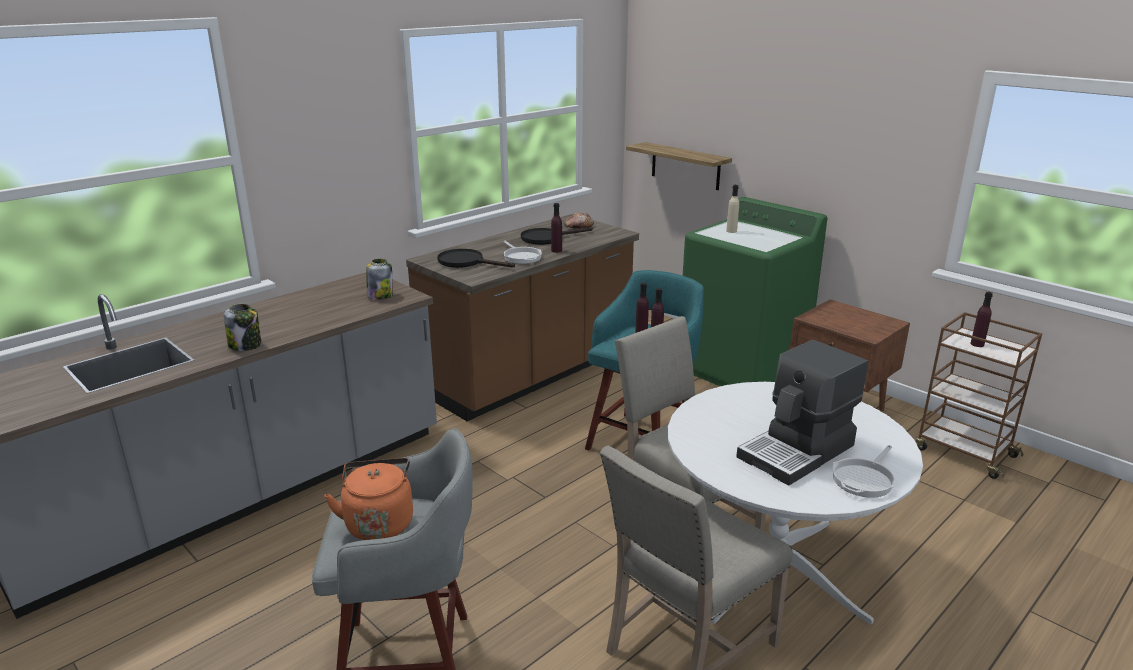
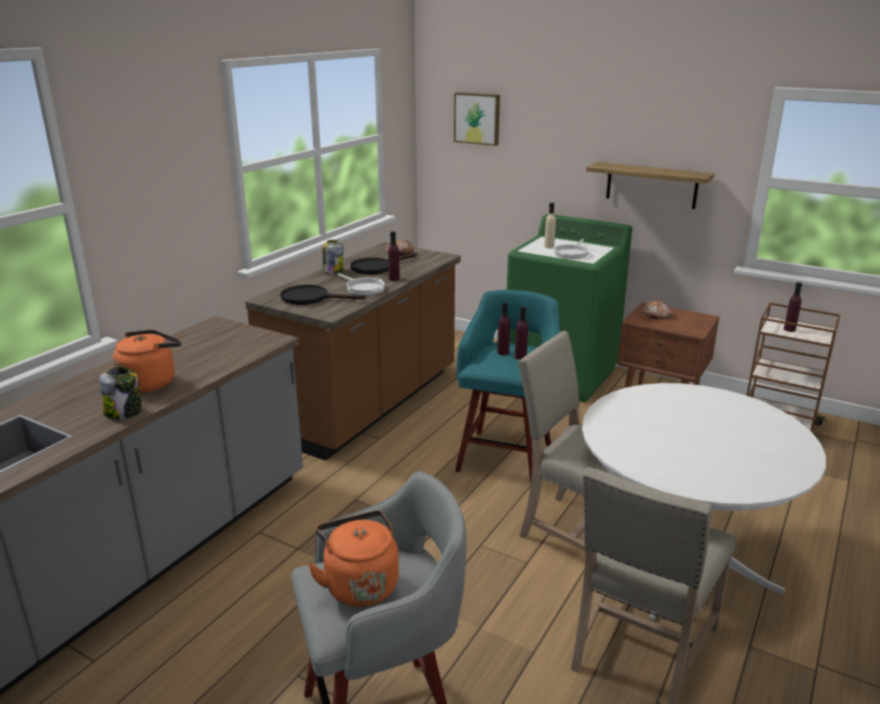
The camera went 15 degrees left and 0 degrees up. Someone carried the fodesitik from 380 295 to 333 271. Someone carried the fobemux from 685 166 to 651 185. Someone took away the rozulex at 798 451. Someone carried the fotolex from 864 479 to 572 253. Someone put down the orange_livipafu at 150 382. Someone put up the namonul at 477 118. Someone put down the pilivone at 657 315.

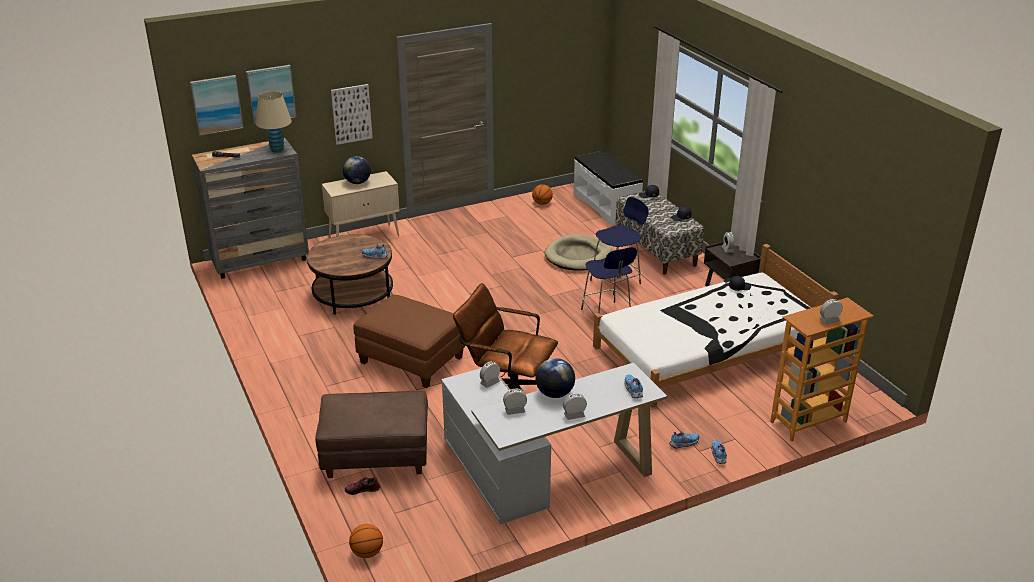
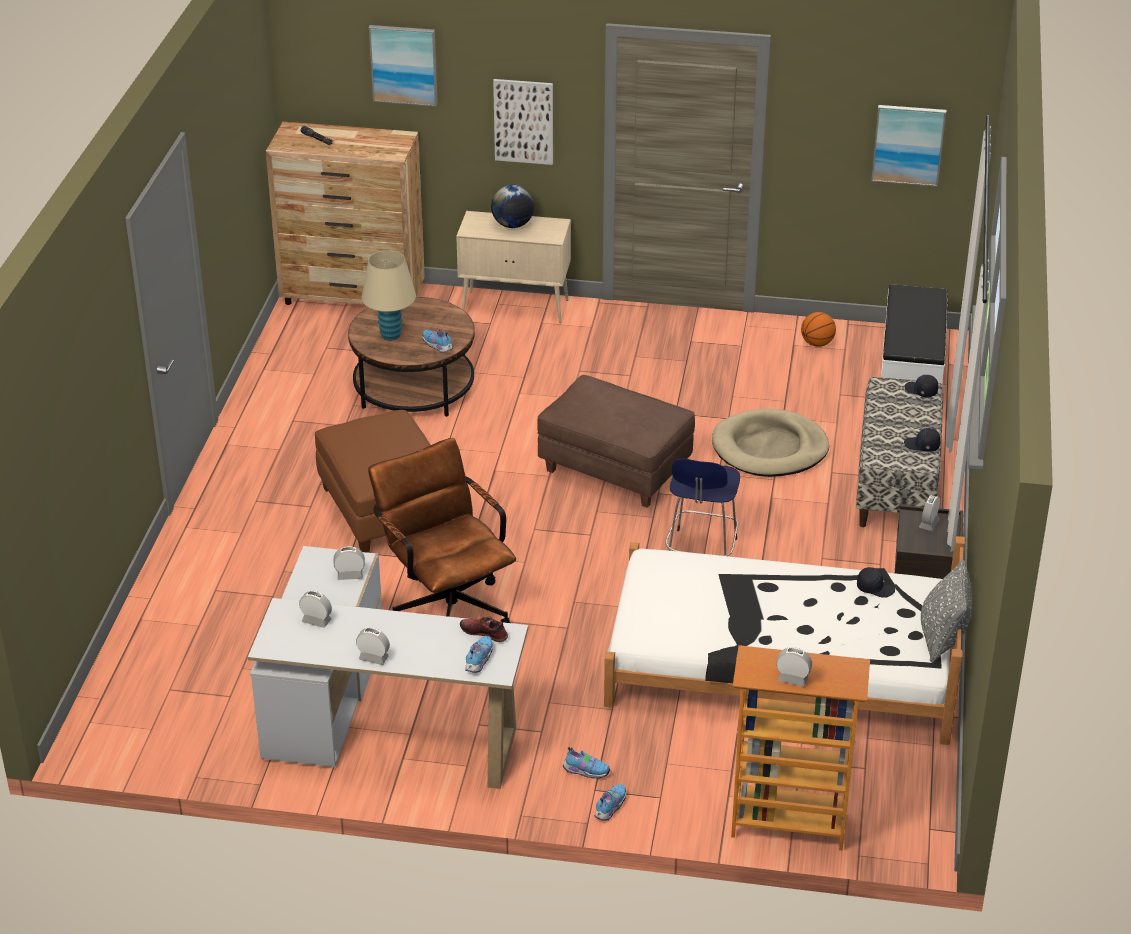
The camera went 35 degrees right and 5 degrees up. Someone carried the namonul from 216 104 to 908 144. Someone repainted the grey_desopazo at 260 261, which became the brown_desopazo at 353 296. Someone carried the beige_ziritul from 277 150 to 390 335. Someone carried the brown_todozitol from 376 457 to 615 471. Someone carried the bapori from 362 489 to 484 633. Someone took away the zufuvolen at 367 553. Someone took away the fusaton at 554 394. Someone took away the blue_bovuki at 616 281. Someone put down the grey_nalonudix at 942 638.

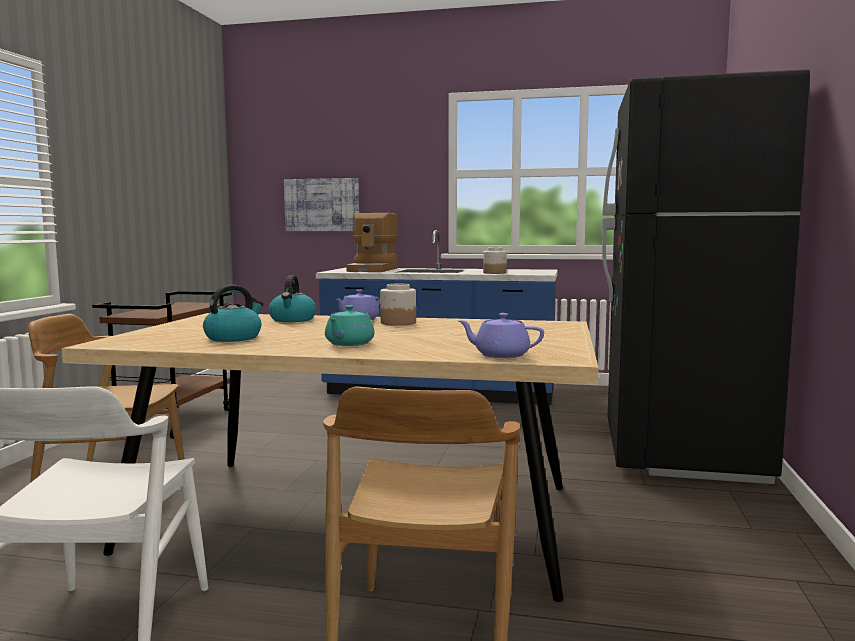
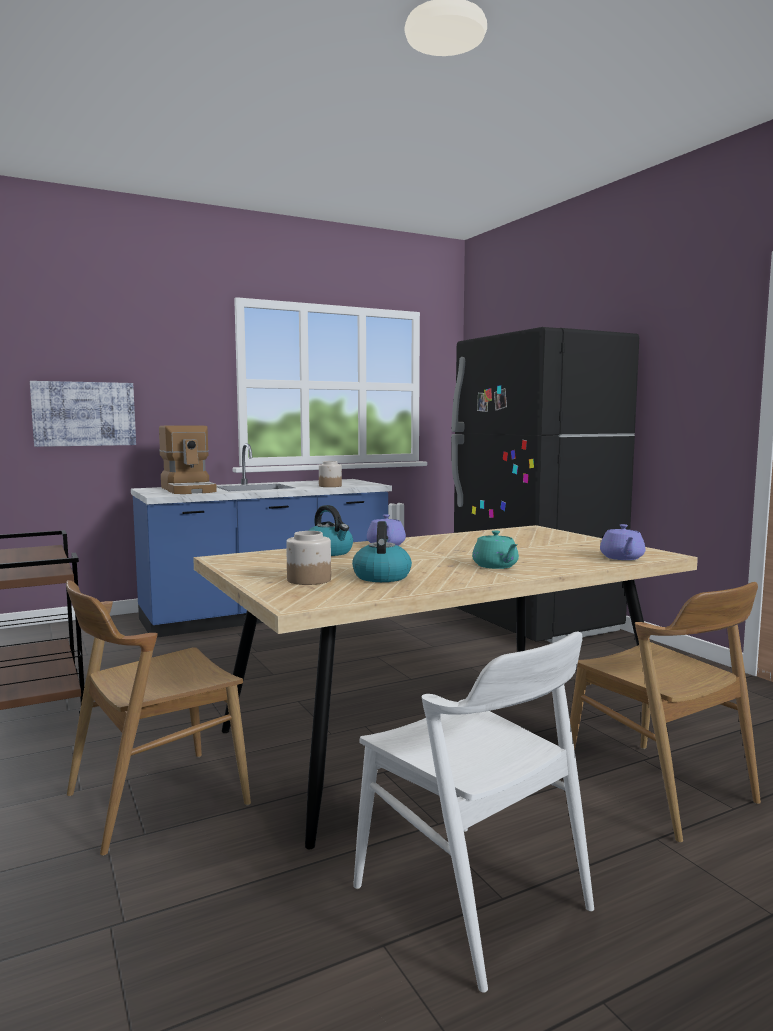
The camera went 40 degrees left and 0 degrees up. Someone carried the fodesitik from 397 323 to 308 580. Someone rotated the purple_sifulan at 500 355 by 60 degrees counterclockwise.

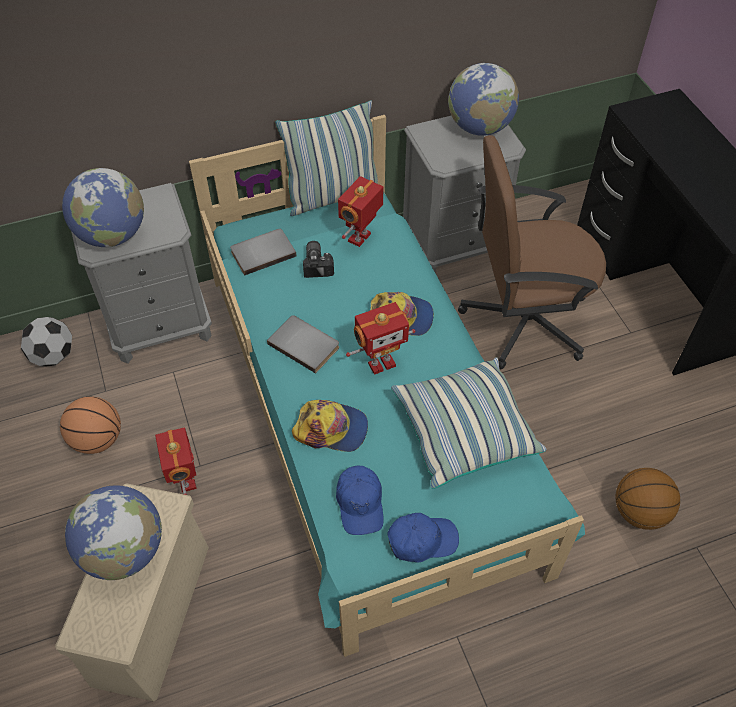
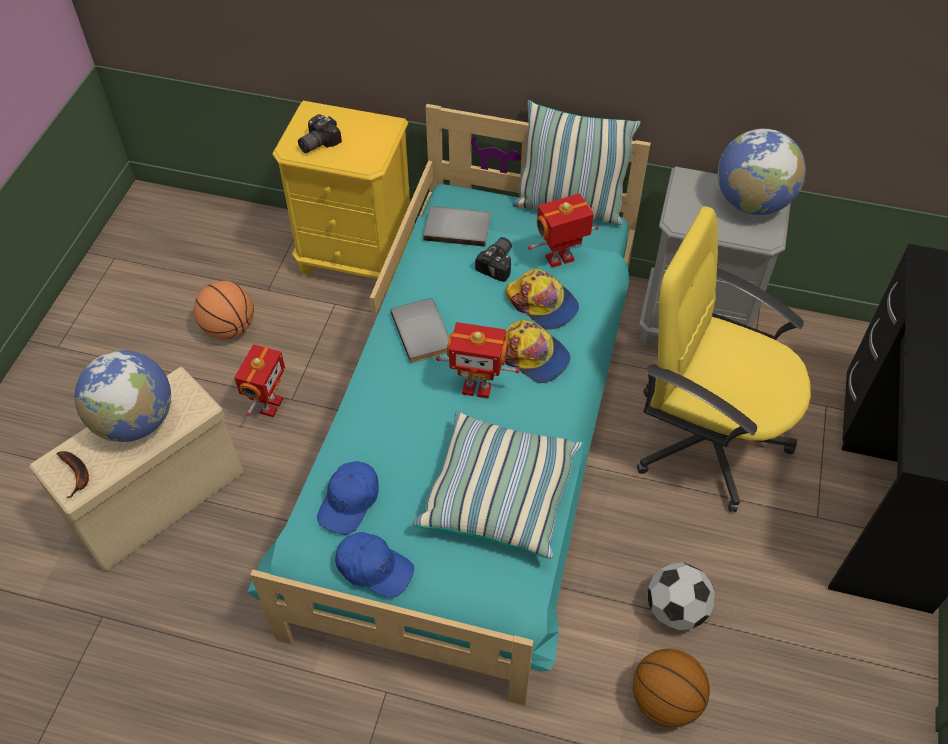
The camera went 35 degrees right and 0 degrees up. Someone carried the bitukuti from 53 356 to 676 609. Someone swapped the fusaton at 112 235 for the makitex at 317 142. Someone repainted the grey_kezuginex at 161 326, which became the yellow_kezuginex at 356 258. Someone carried the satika from 331 429 to 543 303. Someone repainted the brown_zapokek at 523 320, which became the yellow_zapokek at 705 438. Someone put down the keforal at 77 474.

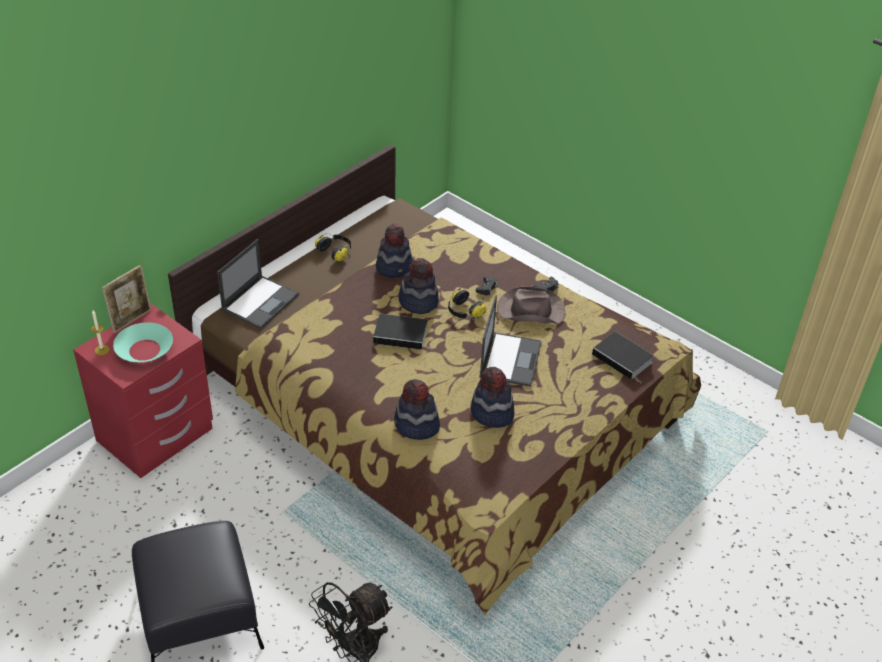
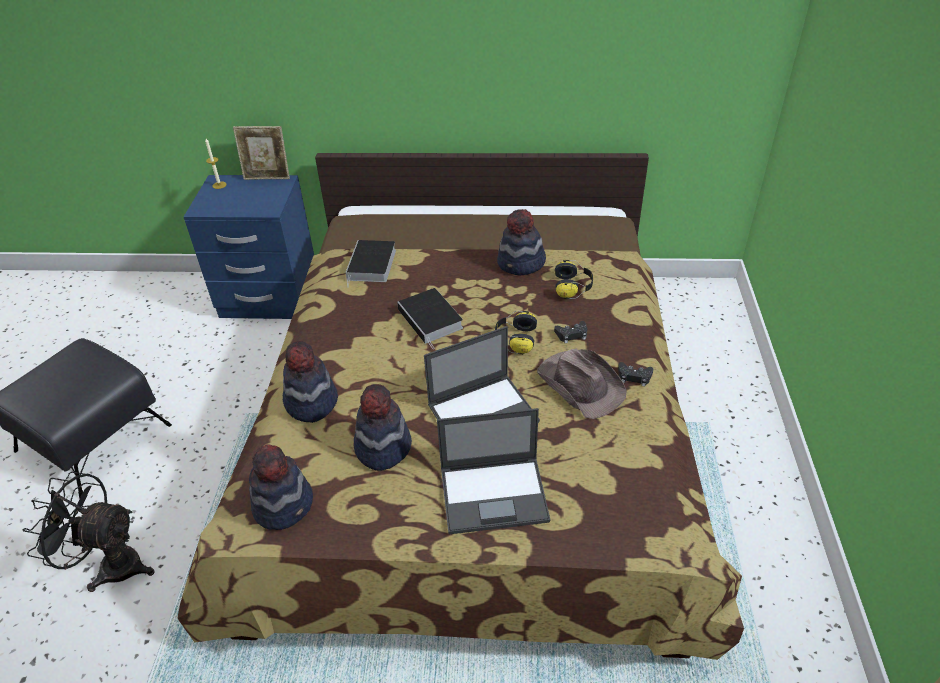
The camera went 55 degrees right and 0 degrees up. Someone repainted the red_kezuginex at 156 436, which became the blue_kezuginex at 269 298. Someone took away the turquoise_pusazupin at 144 350. Someone carried the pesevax from 260 302 to 495 494. Someone carried the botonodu from 336 252 to 573 287. Someone carried the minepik from 418 301 to 284 504. Someone carried the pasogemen from 624 359 to 372 266.

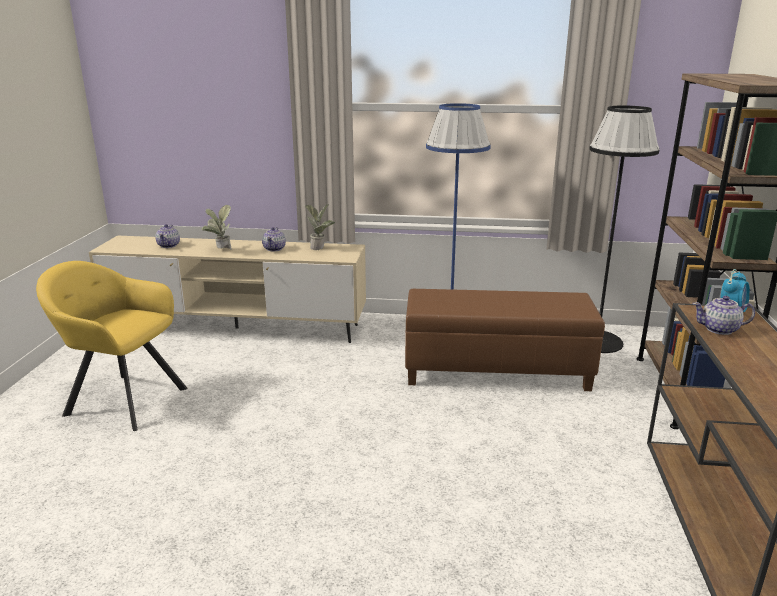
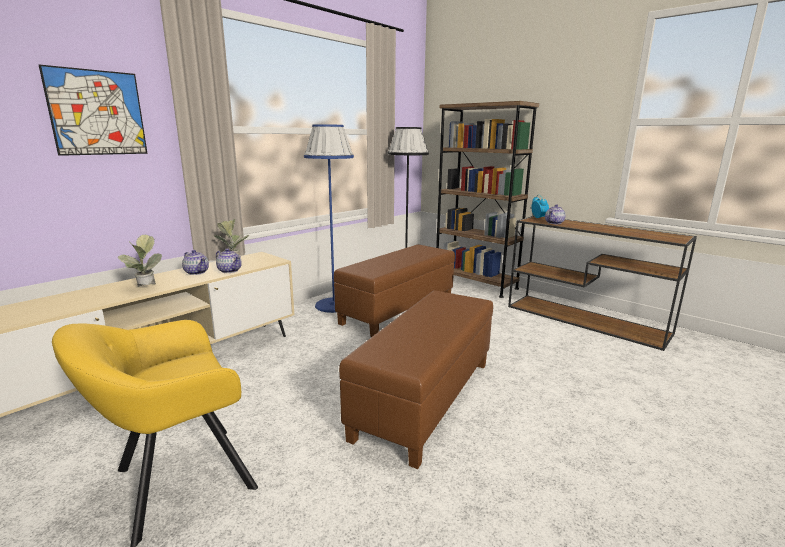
The camera went 55 degrees left and 5 degrees down. Someone carried the sifulan from 169 245 to 229 270. Someone put up the namonul at 97 113. Someone put down the brown_todozitol at 425 397.

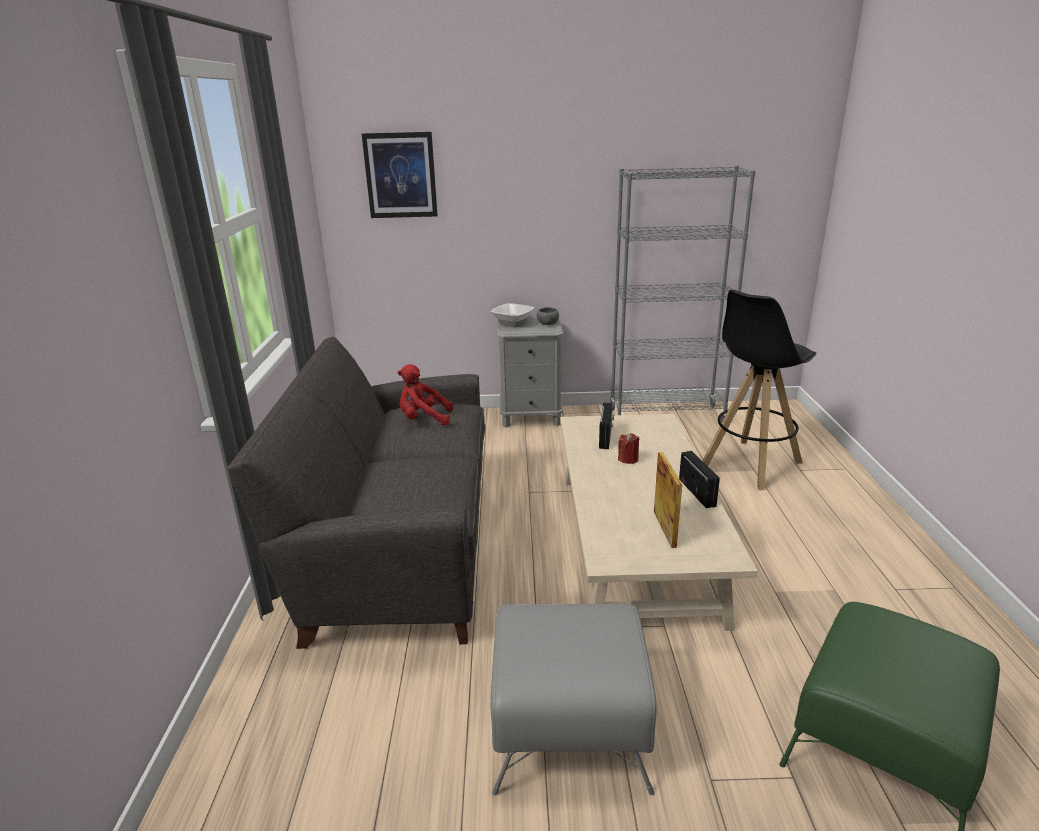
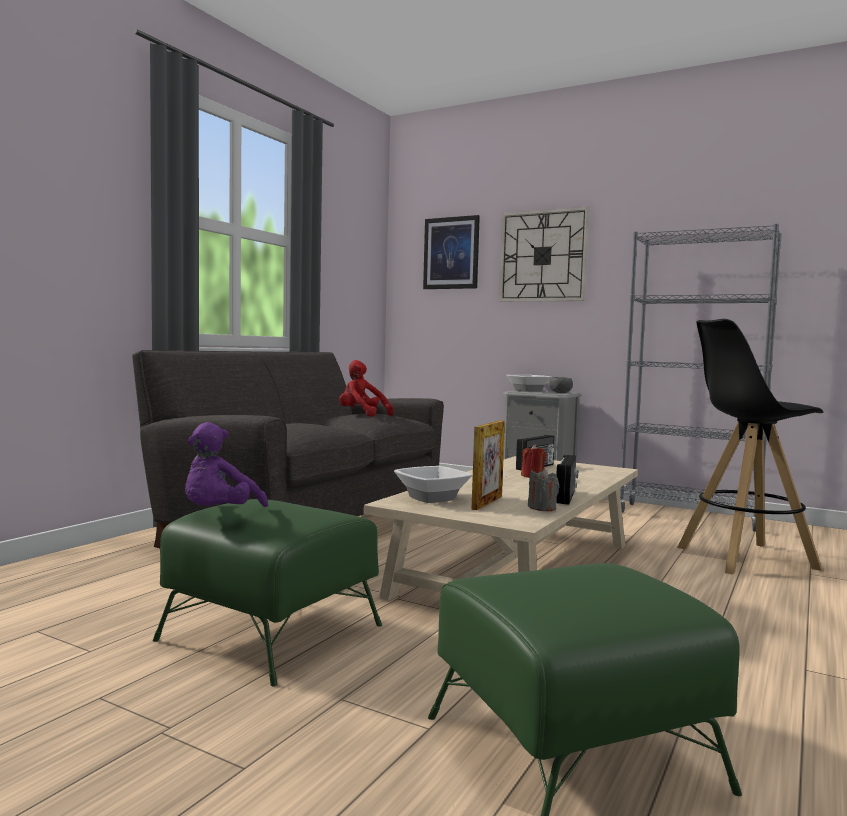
The camera went 30 degrees right and 20 degrees down. Someone repainted the grey_todozitol at 567 726, which became the green_todozitol at 271 632. Someone put down the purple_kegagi at 219 515. Someone put down the pusazupin at 431 498. Someone put up the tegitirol at 543 256. Someone put down the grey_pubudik at 542 508.

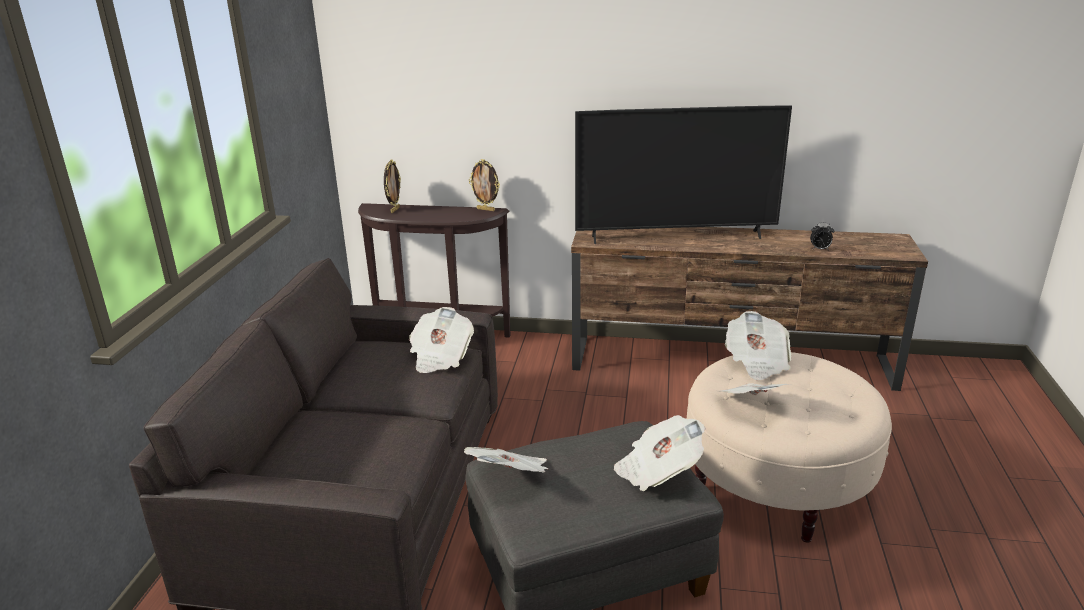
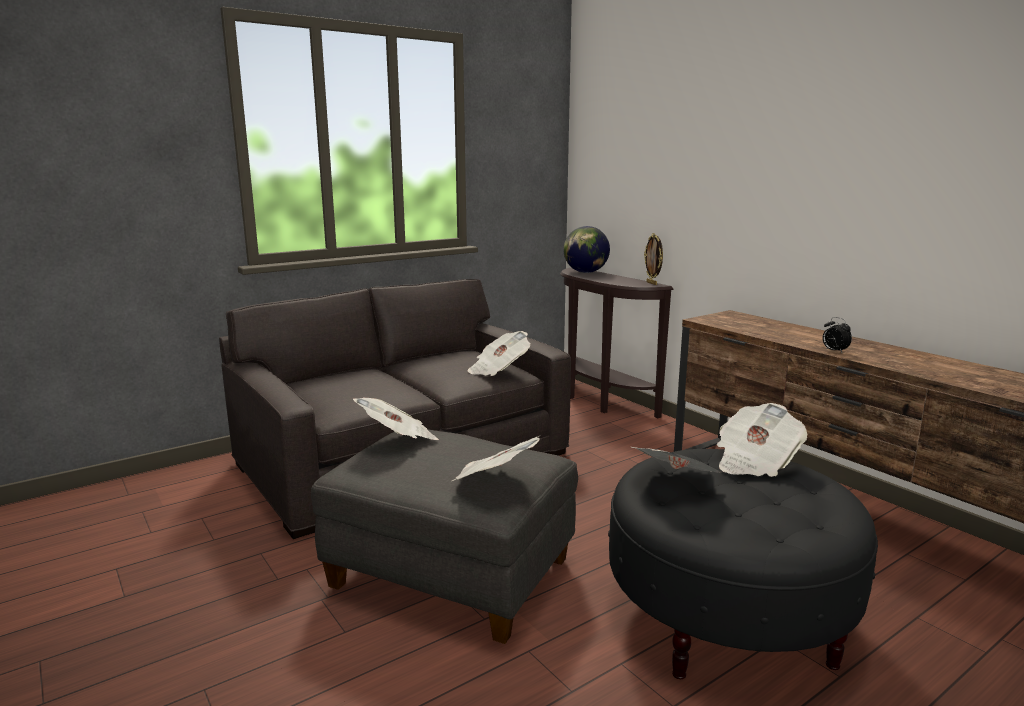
The camera went 45 degrees right and 10 degrees down. Someone swapped the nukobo at 394 210 for the fusaton at 586 272. Someone took away the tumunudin at 675 237. Someone repainted the beige_todozitol at 777 484, which became the black_todozitol at 727 619. Someone carried the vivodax from 820 249 to 834 351.

